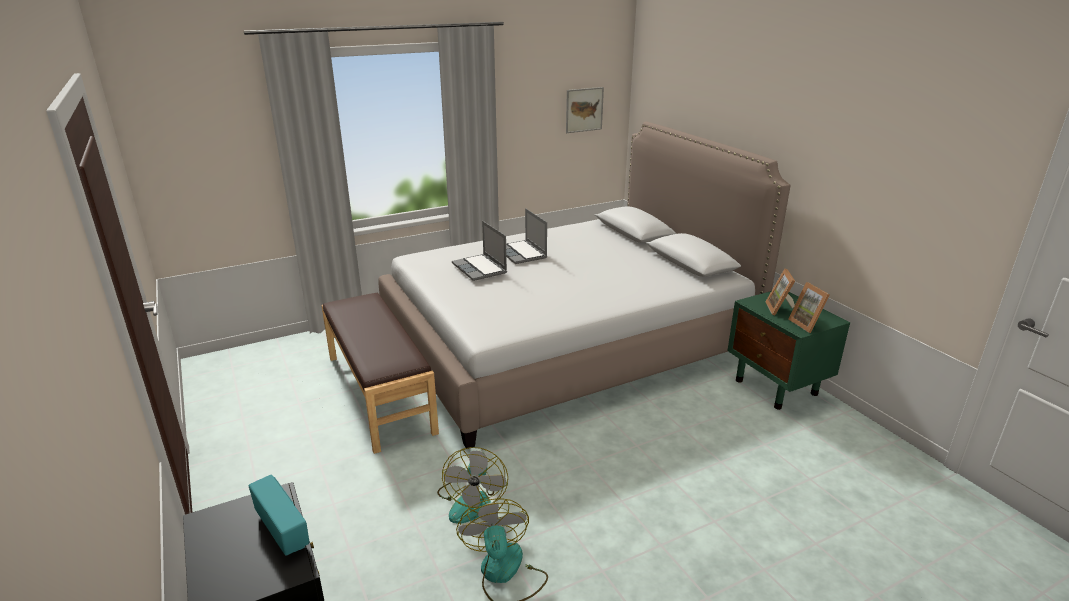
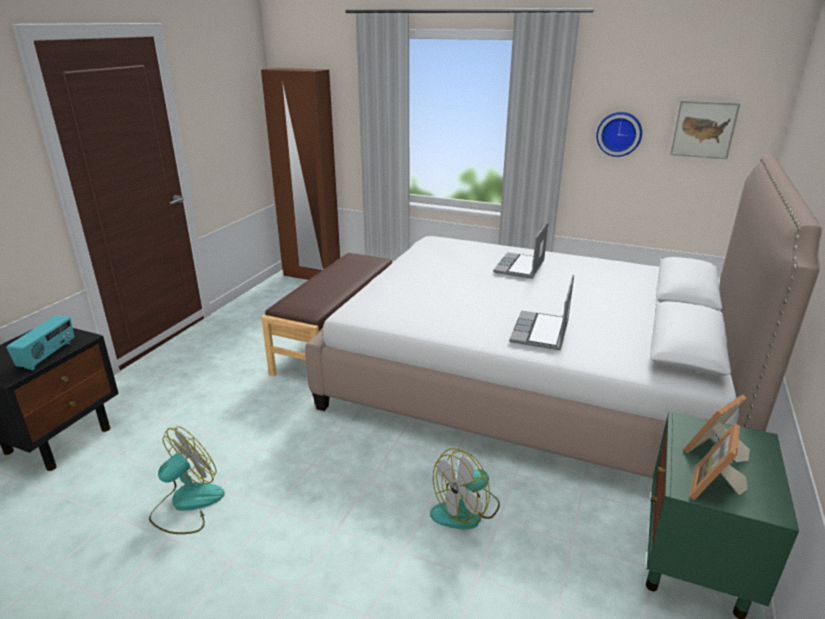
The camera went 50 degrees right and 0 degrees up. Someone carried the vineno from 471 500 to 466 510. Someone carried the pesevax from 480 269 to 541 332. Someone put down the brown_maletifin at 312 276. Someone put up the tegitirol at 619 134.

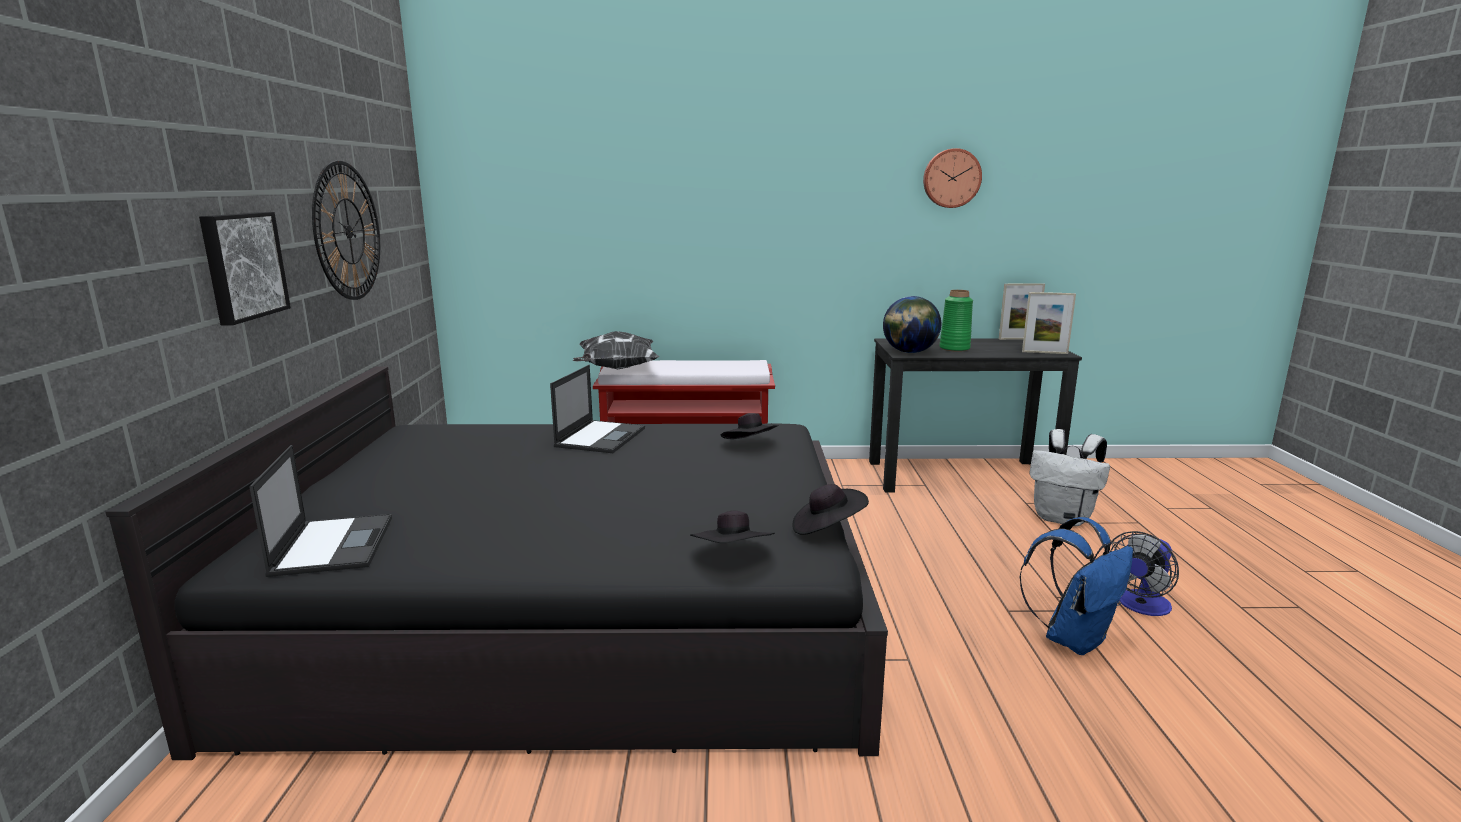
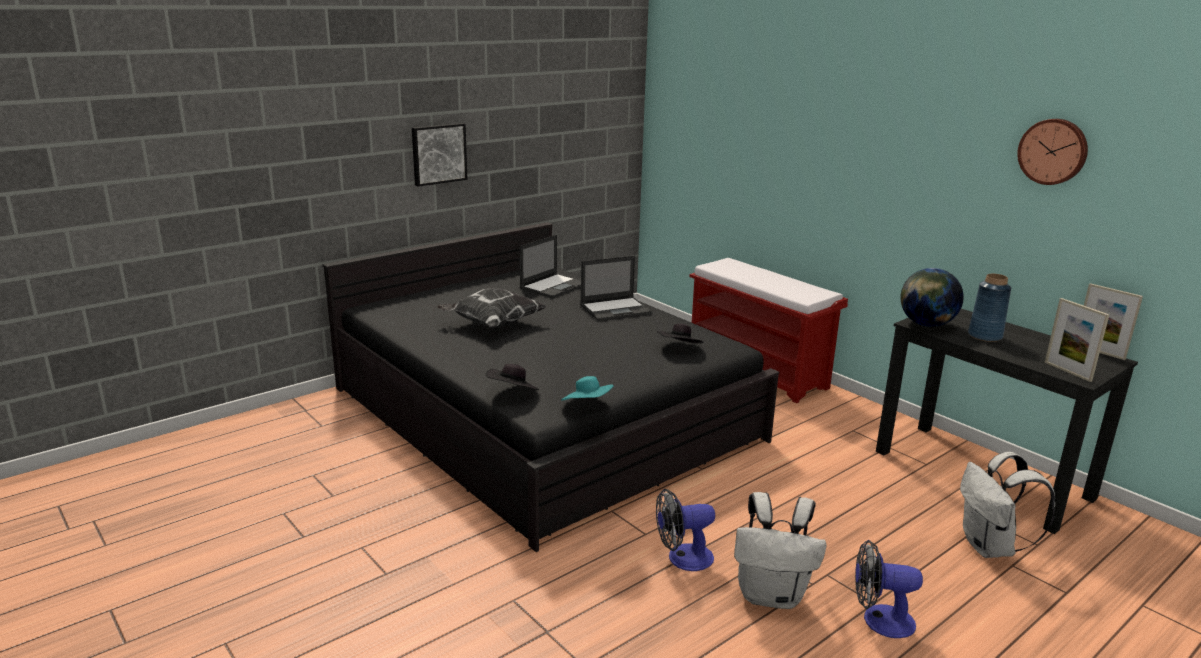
The camera went 50 degrees right and 5 degrees up. Someone carried the pesevax from 333 544 to 554 286. Someone took away the tegitirol at 348 231. Someone carried the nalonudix from 616 369 to 492 324. Someone repainted the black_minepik at 827 528, which became the turquoise_minepik at 588 406. Someone repainted the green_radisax at 954 348, which became the blue_radisax at 985 336. Someone repainted the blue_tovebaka at 1073 638, which became the white_tovebaka at 772 595. Someone put down the vineno at 682 558.

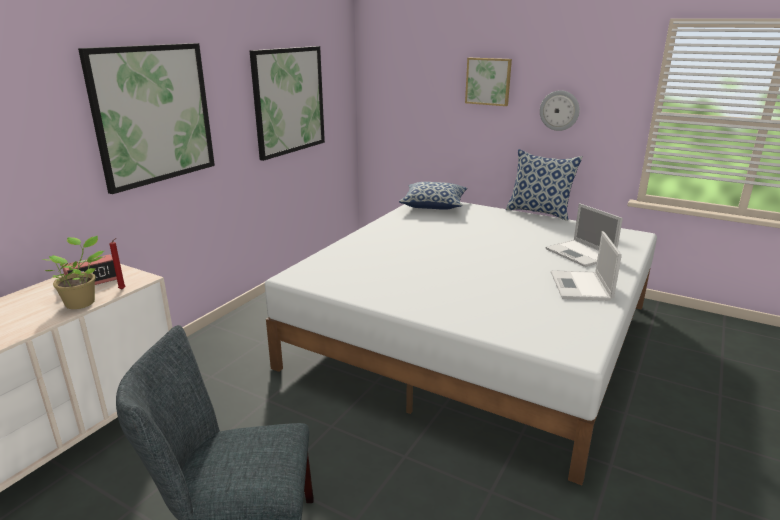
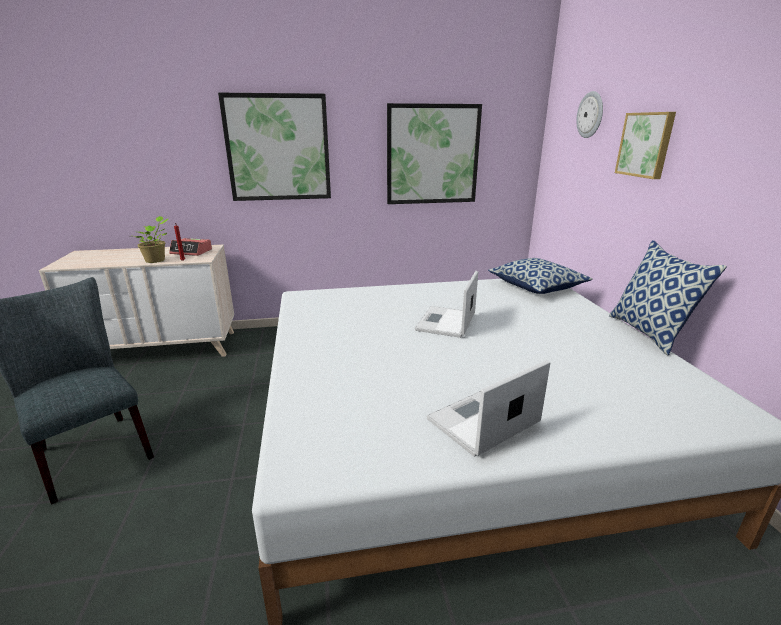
The camera went 50 degrees right and 0 degrees up. Someone carried the tegitirol from 559 110 to 590 115. Someone carried the pesevax from 581 254 to 446 323.

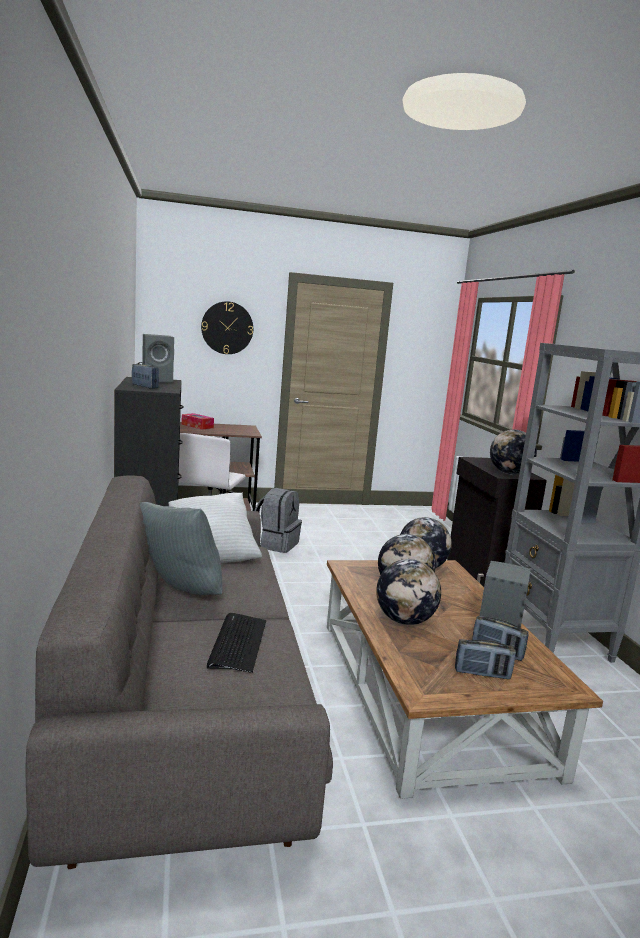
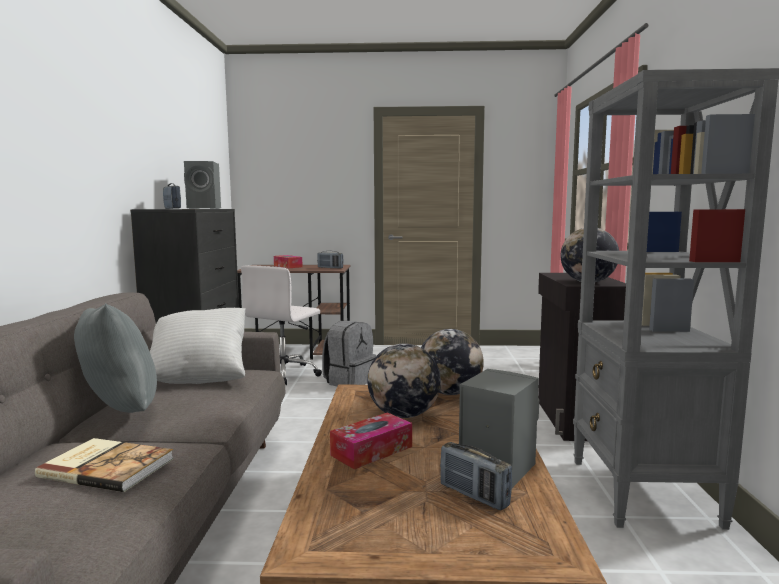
The camera went 15 degrees right and 5 degrees down. Someone took away the tegitirol at 227 328. Someone swapped the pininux at 237 643 for the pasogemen at 108 467. Someone swapped the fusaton at 404 620 for the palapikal at 372 451. Someone carried the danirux from 482 673 to 330 268.

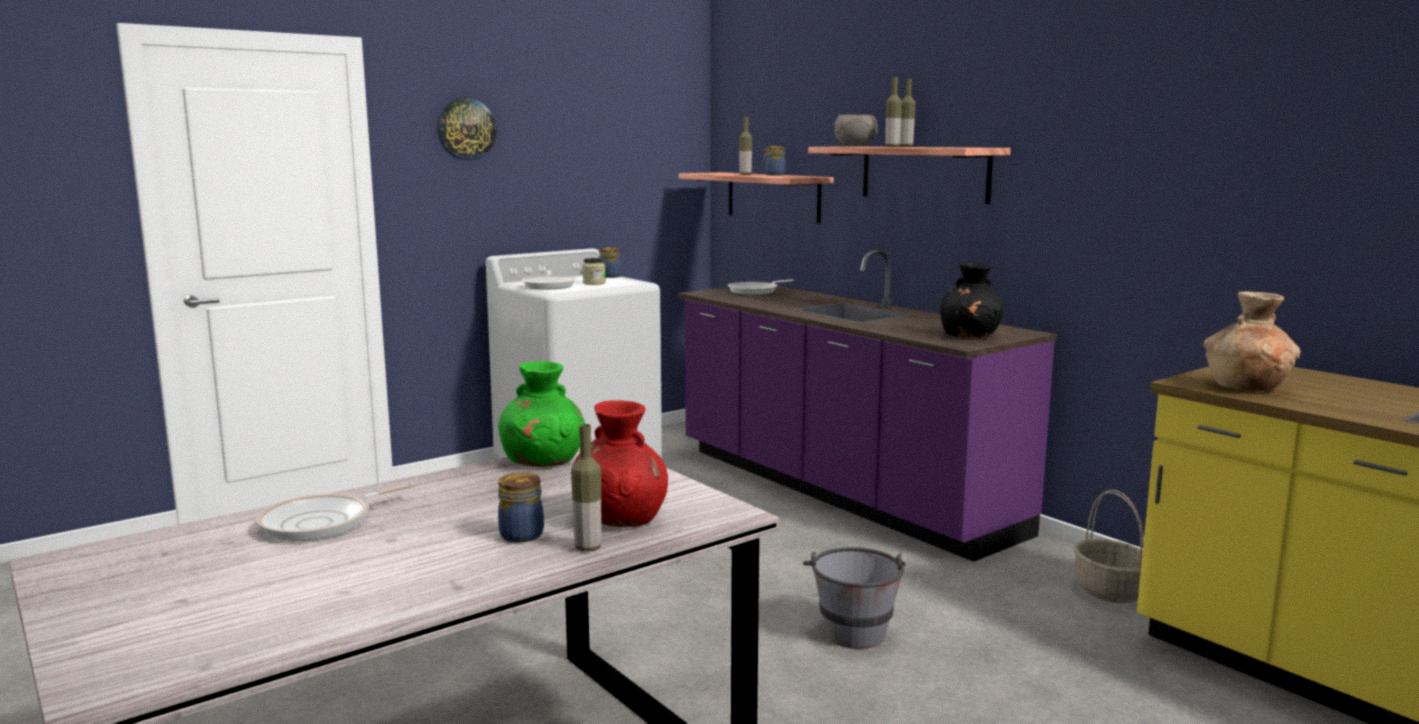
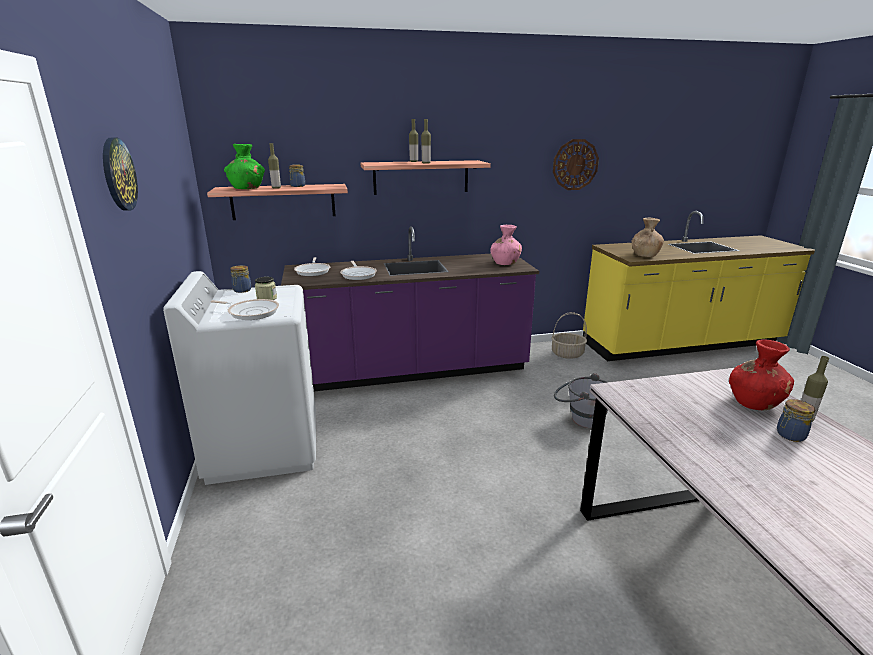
The camera went 65 degrees left and 10 degrees up. Someone carried the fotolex from 322 523 to 358 274. Someone carried the green_radisax from 543 461 to 247 188. Someone took away the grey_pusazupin at 854 146. Someone repainted the black_radisax at 970 336, which became the pink_radisax at 505 263. Someone put up the tegitirol at 575 165.

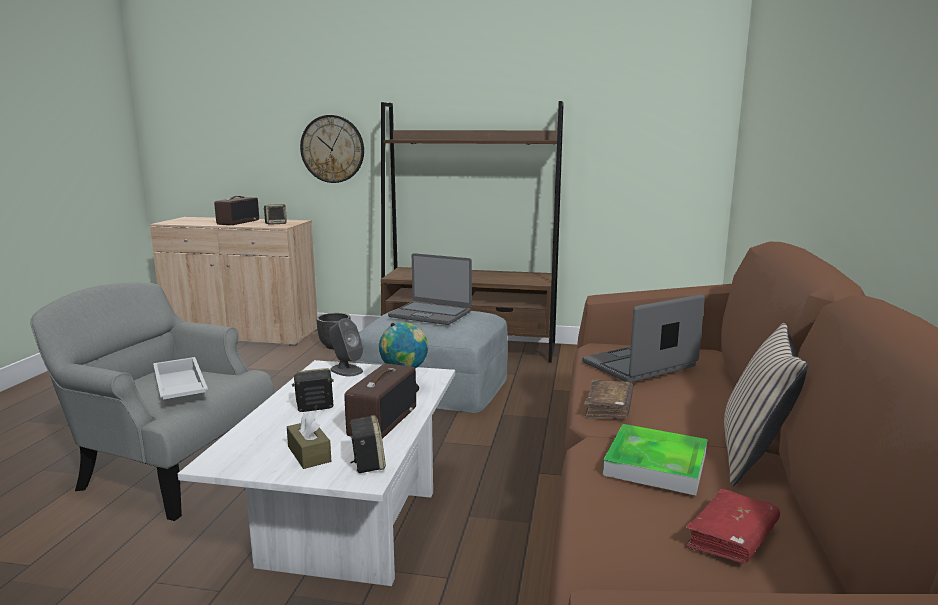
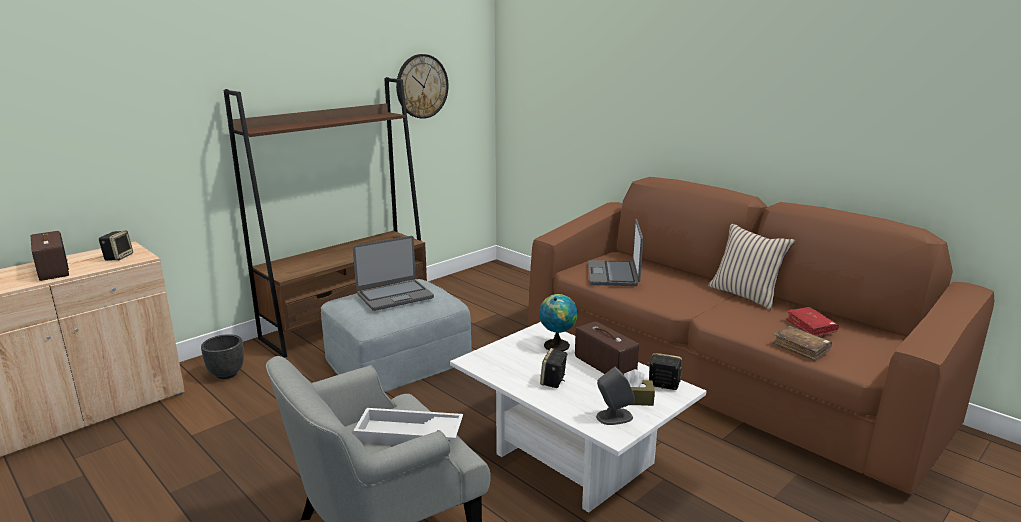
The camera went 55 degrees left and 5 degrees up. Someone carried the tegitirol from 332 149 to 422 86. Someone carried the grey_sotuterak from 346 370 to 614 417. Someone carried the brown_pasogemen from 608 408 to 801 348. Someone took away the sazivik at 655 464.

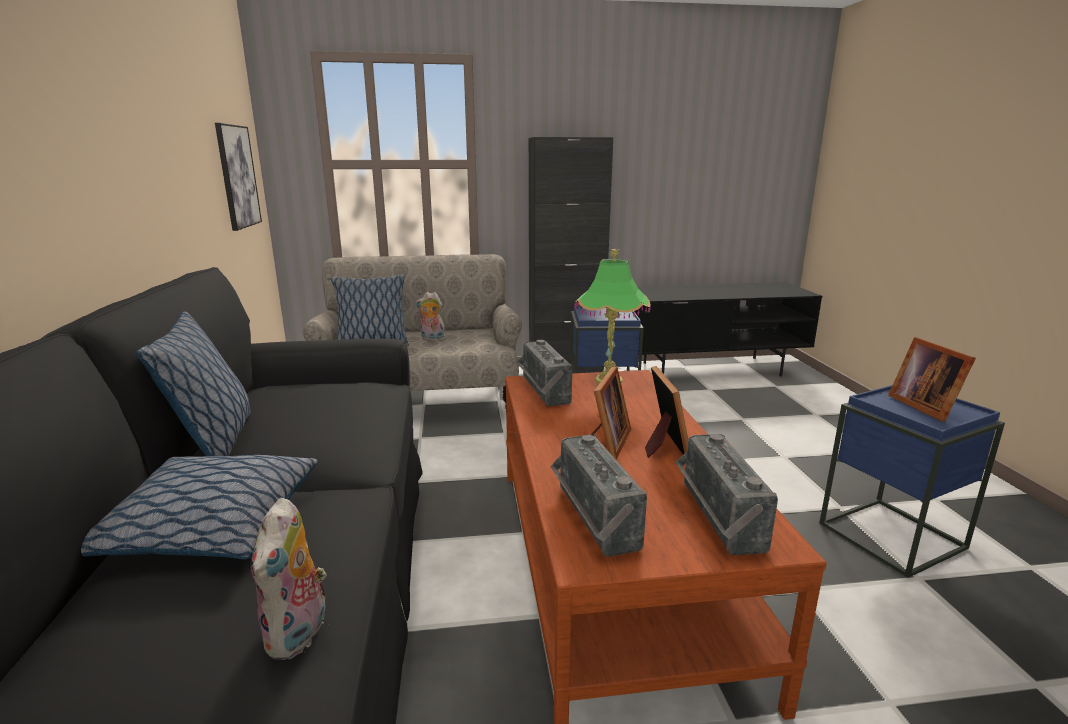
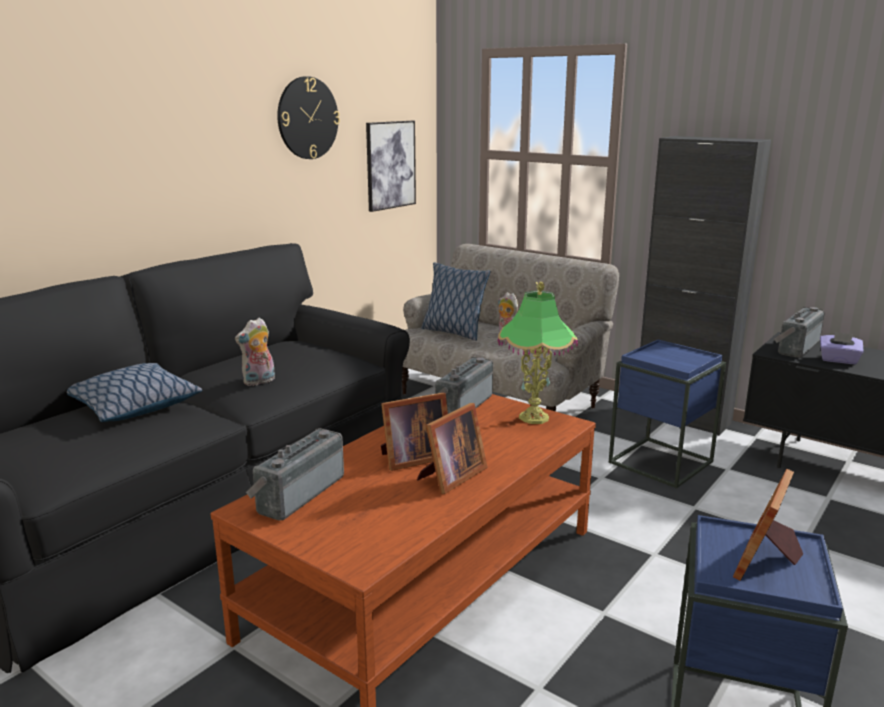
The camera went 45 degrees right and 0 degrees up. Someone took away the nalonudix at 215 443. Someone carried the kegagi from 299 634 to 259 382. Someone carried the danirux from 715 517 to 794 347. Someone put up the tegitirol at 307 118. Someone put down the purple_palapikal at 838 360.

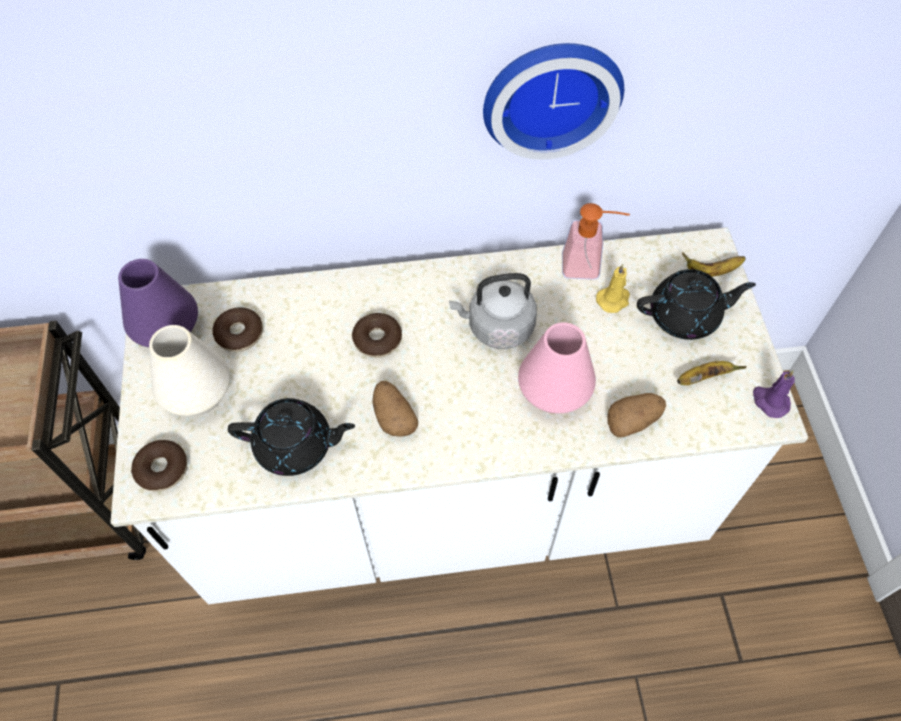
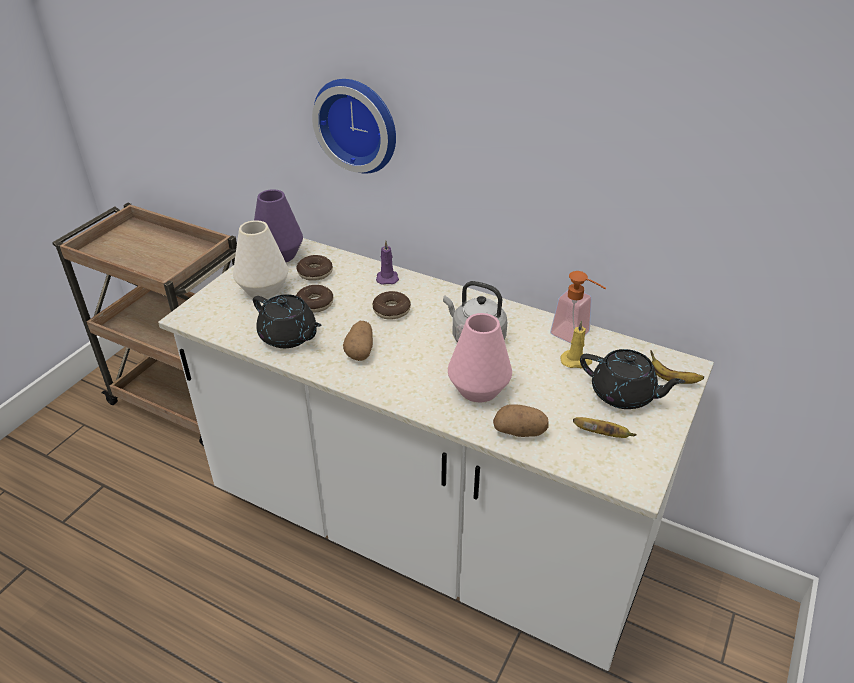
The camera went 35 degrees right and 20 degrees down. Someone carried the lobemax from 162 469 to 315 304. Someone carried the tegitirol from 550 94 to 358 124. Someone carried the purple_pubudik from 769 401 to 387 278.

